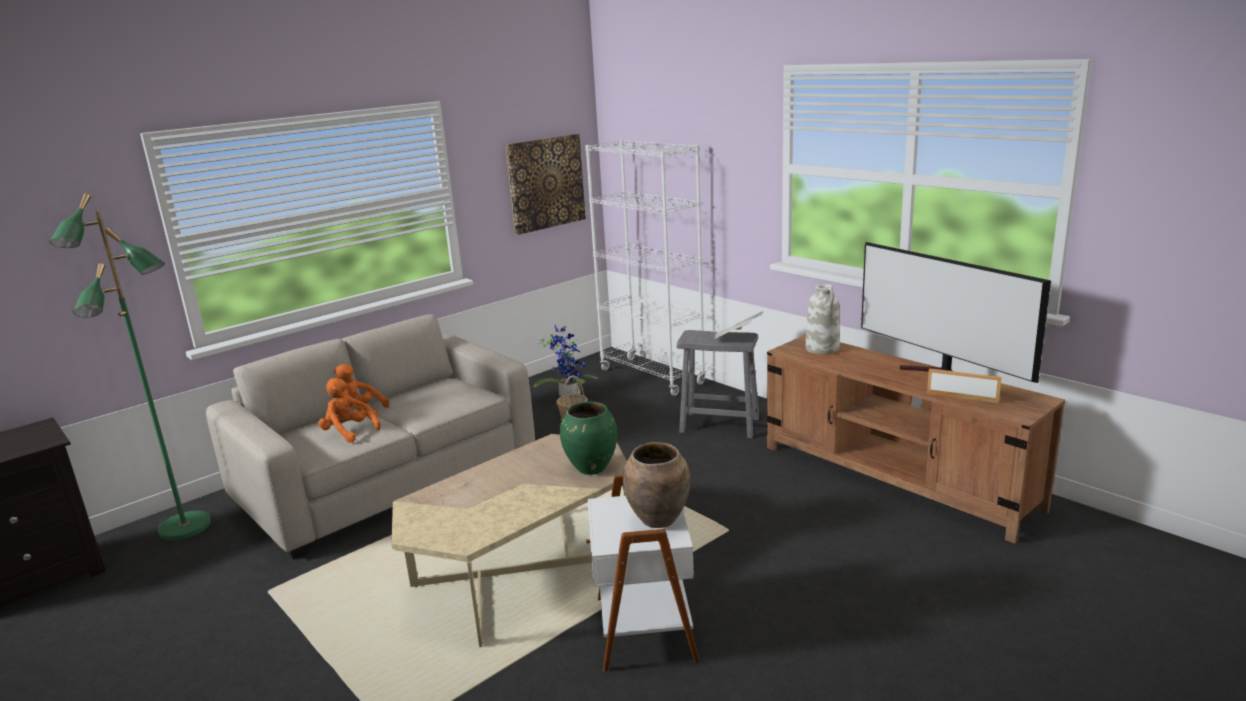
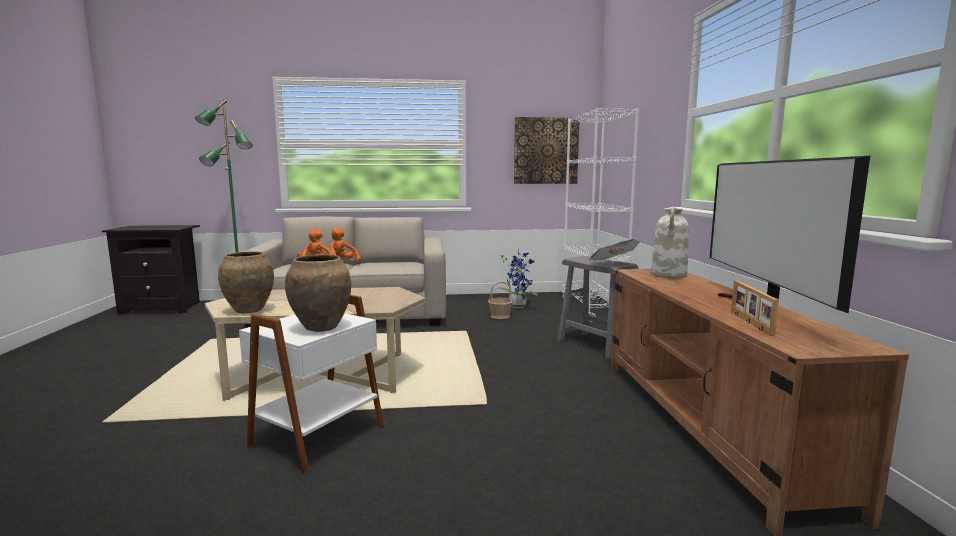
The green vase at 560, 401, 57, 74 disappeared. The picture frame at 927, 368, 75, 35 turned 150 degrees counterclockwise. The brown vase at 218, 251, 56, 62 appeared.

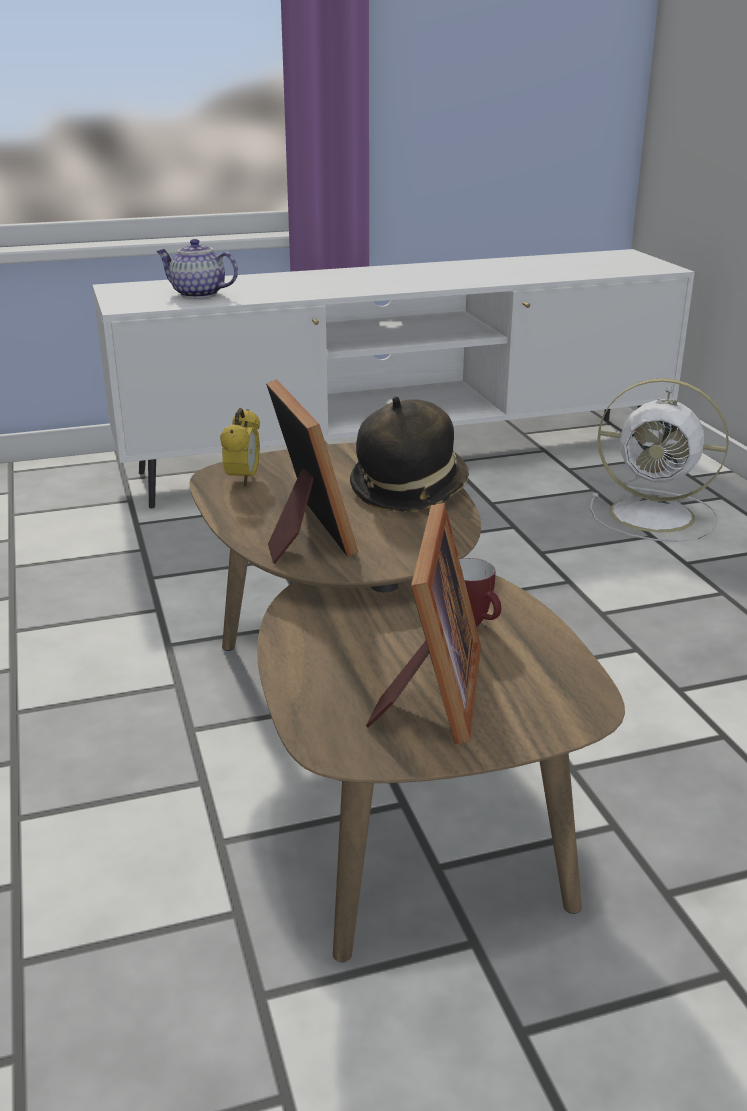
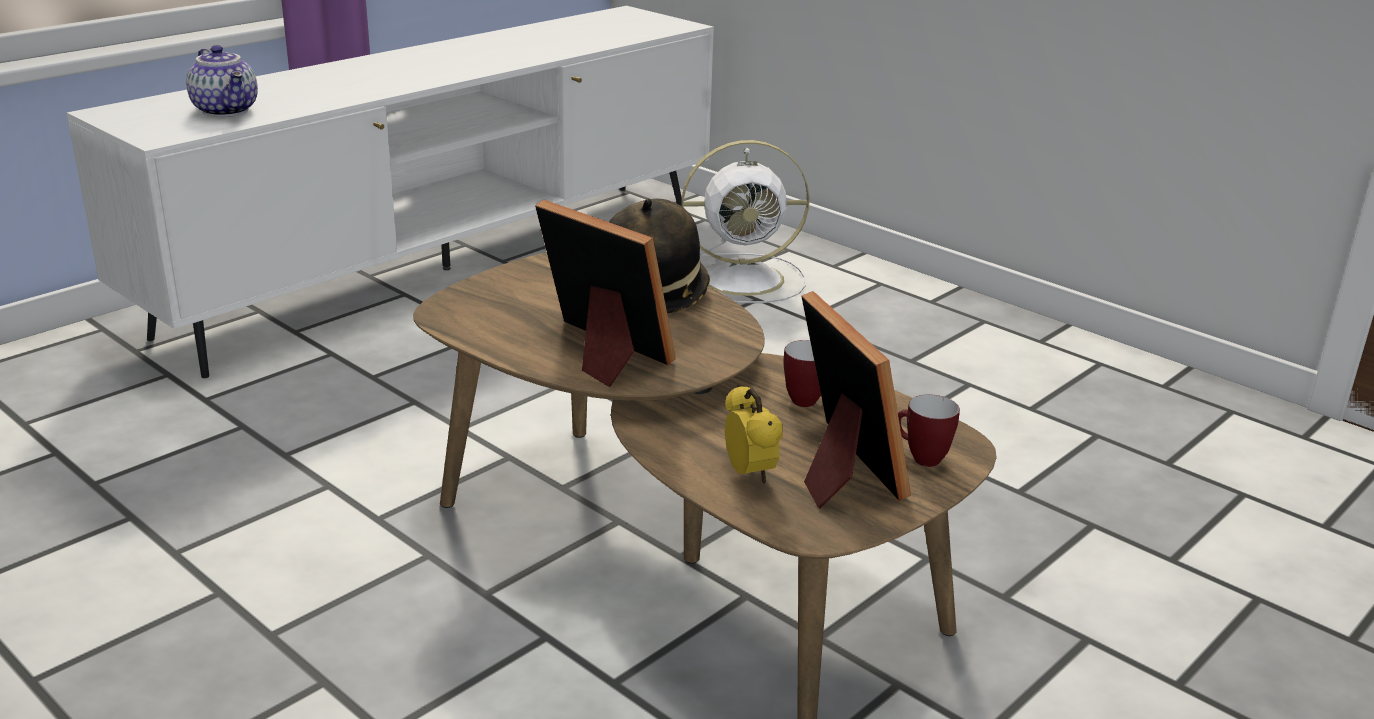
The teapot at 156, 239, 82, 60 turned 120 degrees counterclockwise. The alarm clock moved from 220, 408, 40, 78 to 724, 385, 59, 99. The mug at 898, 394, 62, 73 appeared.

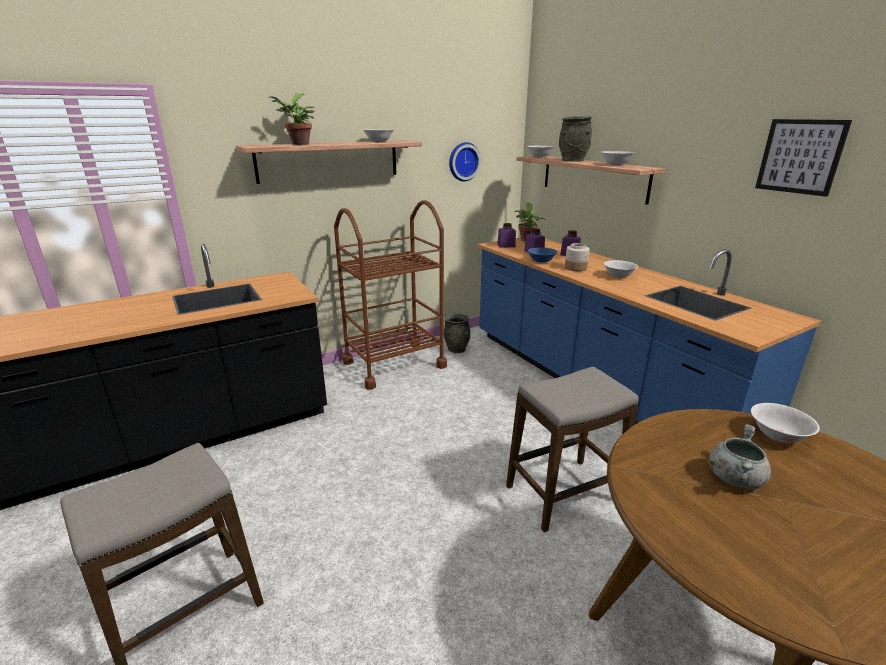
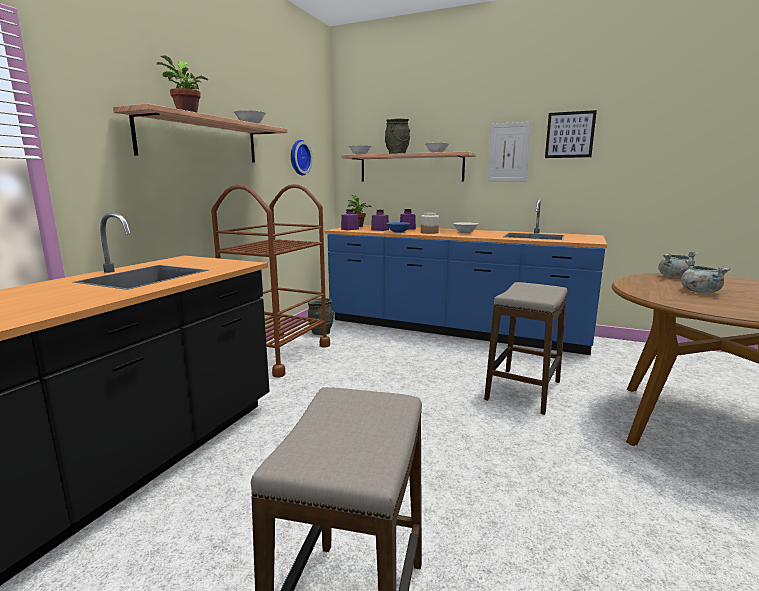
The white bowl at 751, 403, 69, 40 was replaced by the grey cooking pot at 658, 251, 39, 27. The picture at 488, 122, 44, 60 appeared.

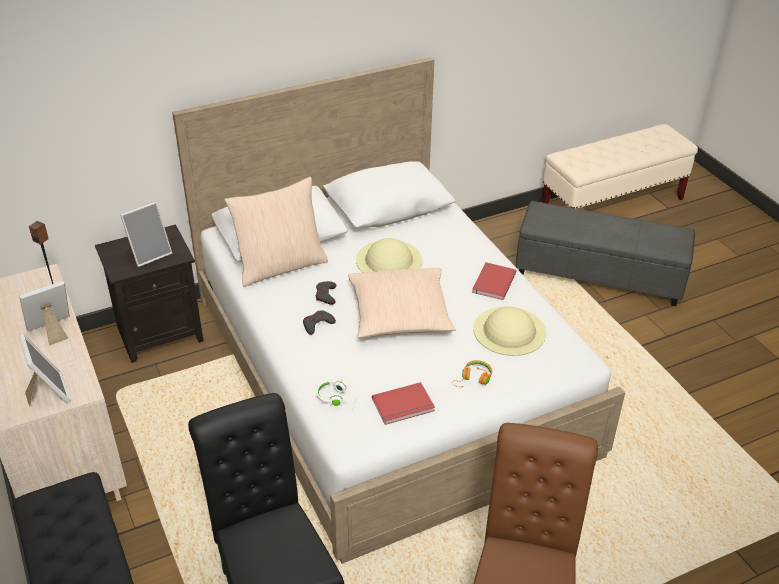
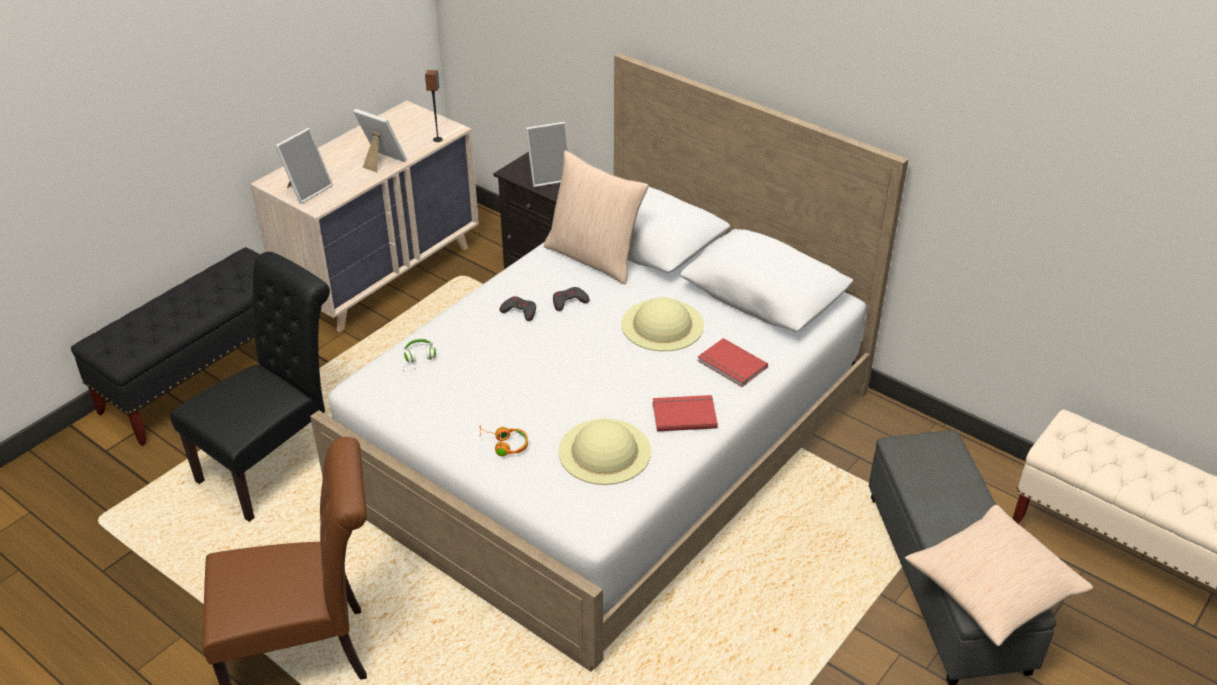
The picture frame at 120, 202, 52, 65 turned 45 degrees counterclockwise. The beige pillow moved from 348, 268, 108, 70 to 905, 505, 188, 141. The red book moved from 372, 382, 63, 43 to 698, 338, 70, 49.

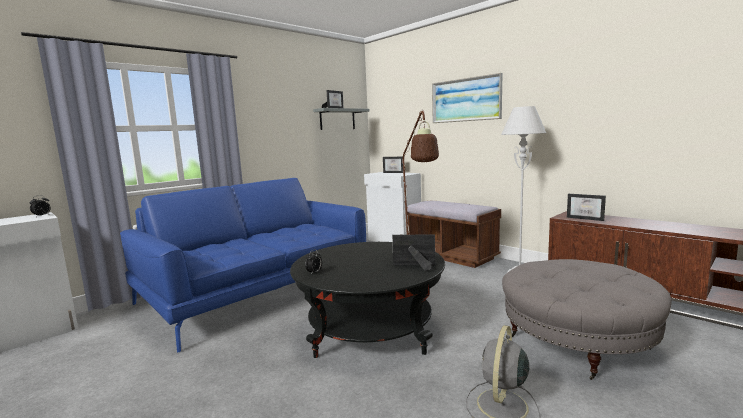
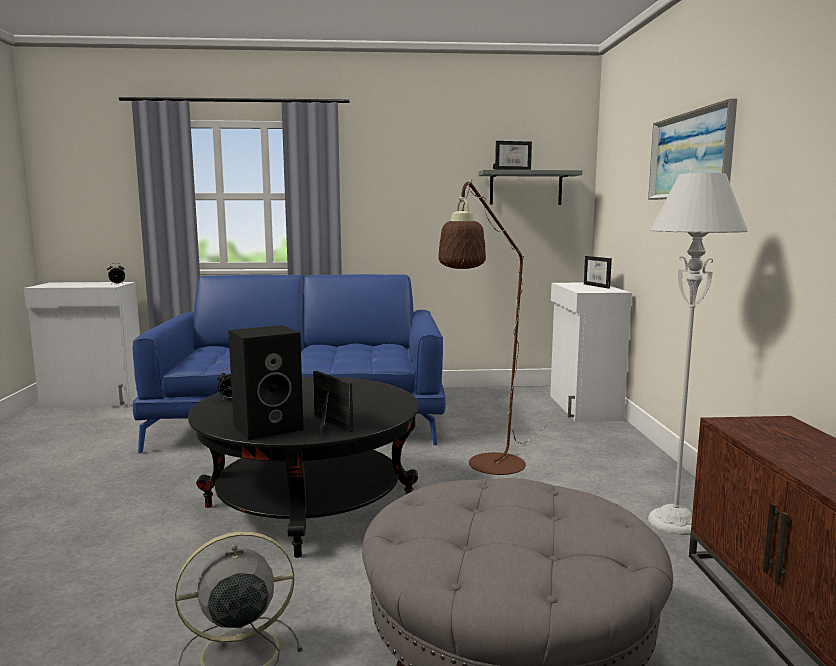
The brown bench at 407, 201, 94, 67 disappeared. The picture frame at 567, 194, 39, 27 disappeared. The black speaker at 228, 325, 76, 115 appeared.

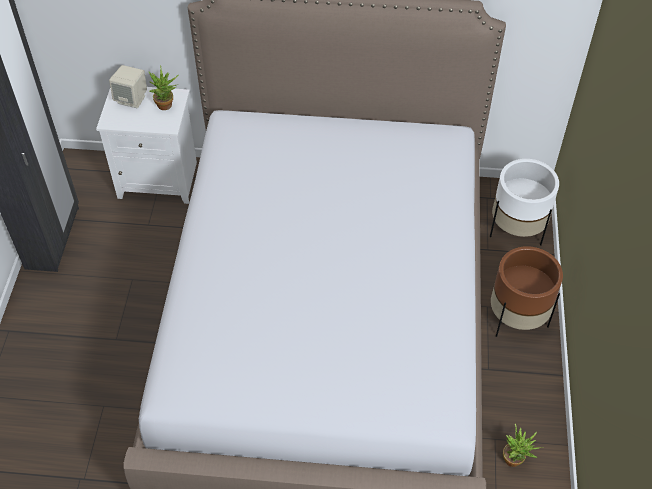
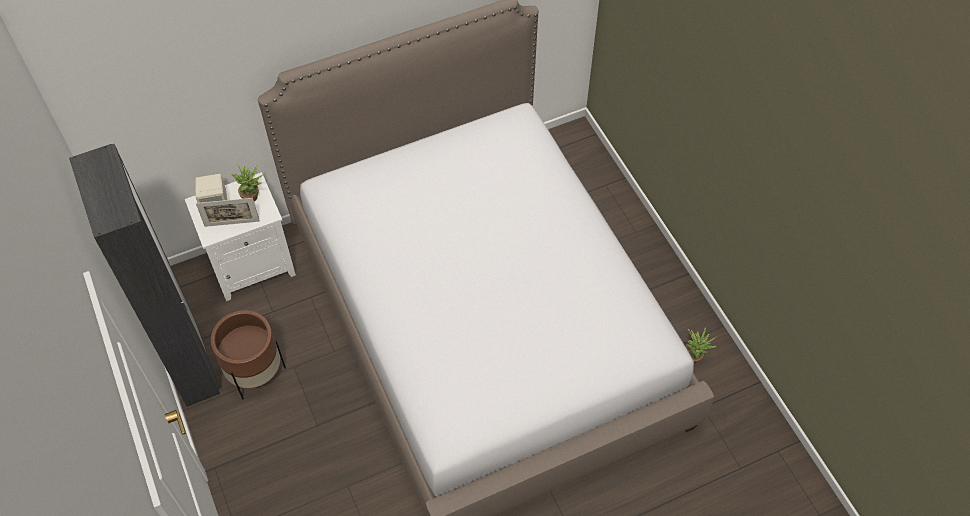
The white planter at 490, 159, 69, 87 disappeared. The brown planter moved from 491, 246, 72, 91 to 211, 310, 75, 89. The picture frame at 196, 198, 64, 29 appeared.

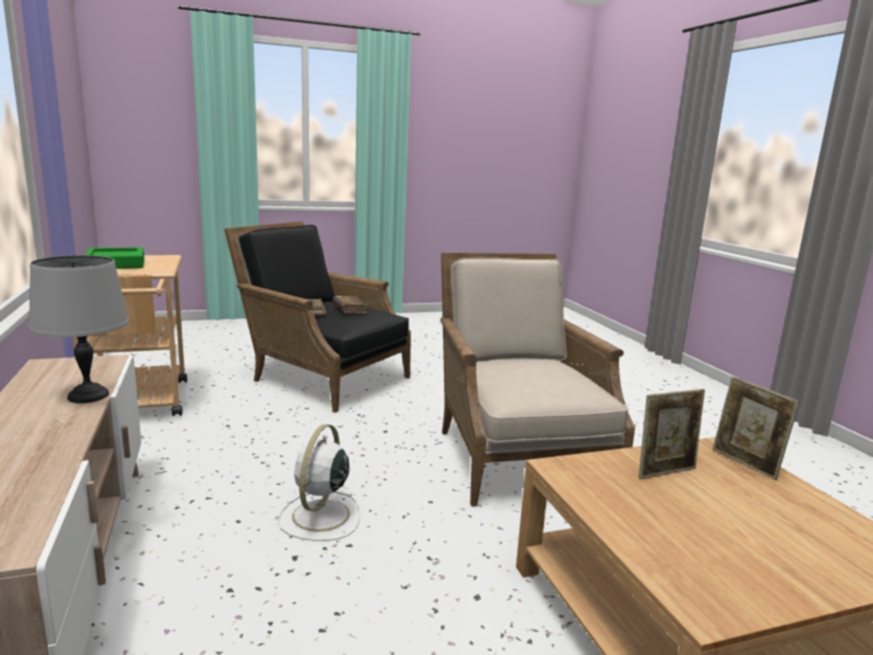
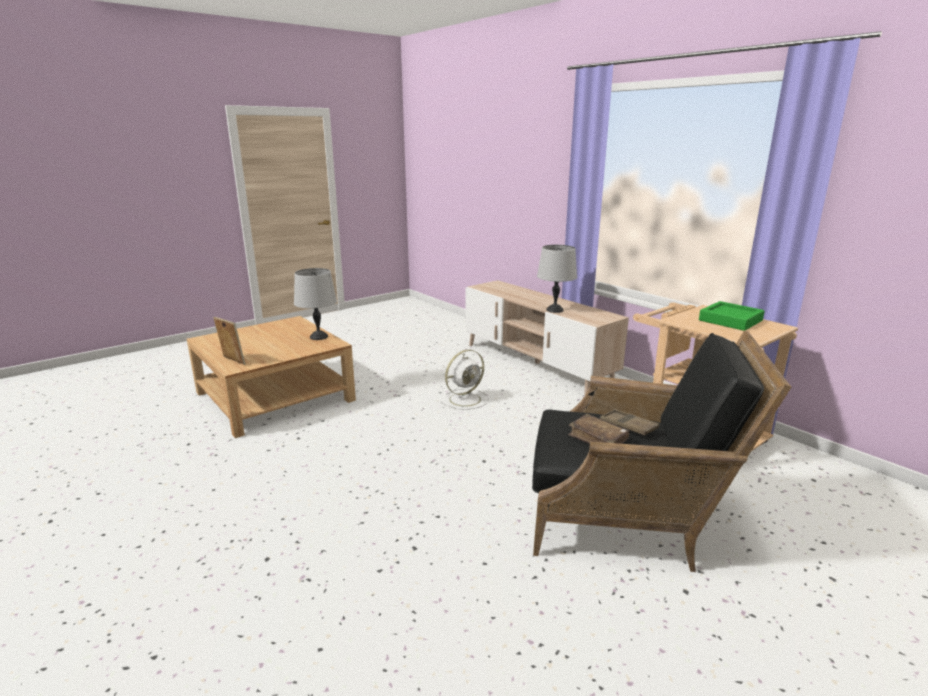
The white fan at 278, 424, 82, 117 turned 60 degrees clockwise. The beige armchair at 440, 253, 195, 254 disappeared. The picture frame at 639, 389, 66, 90 disappeared. The grey table lamp at 294, 268, 43, 72 appeared.

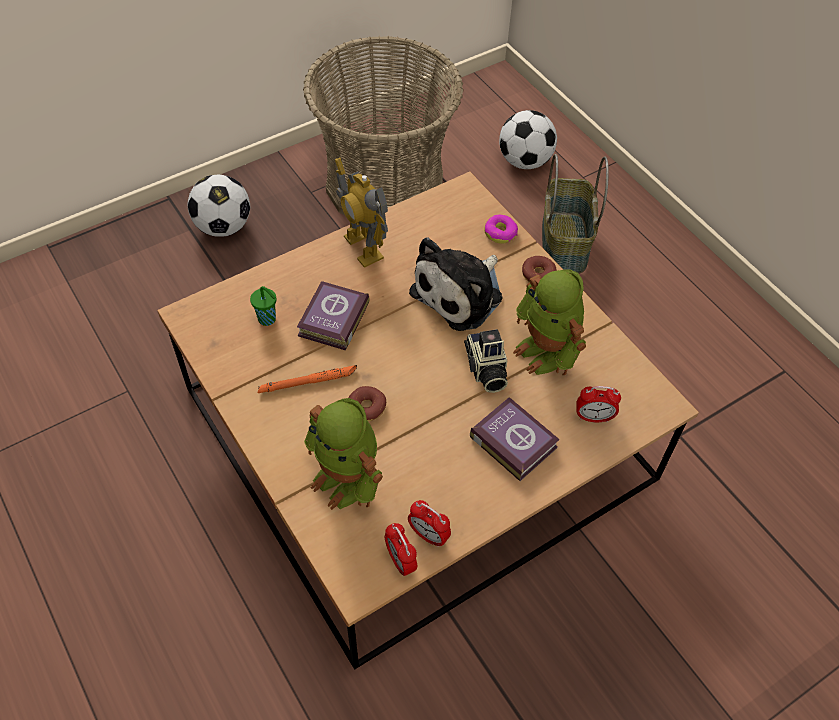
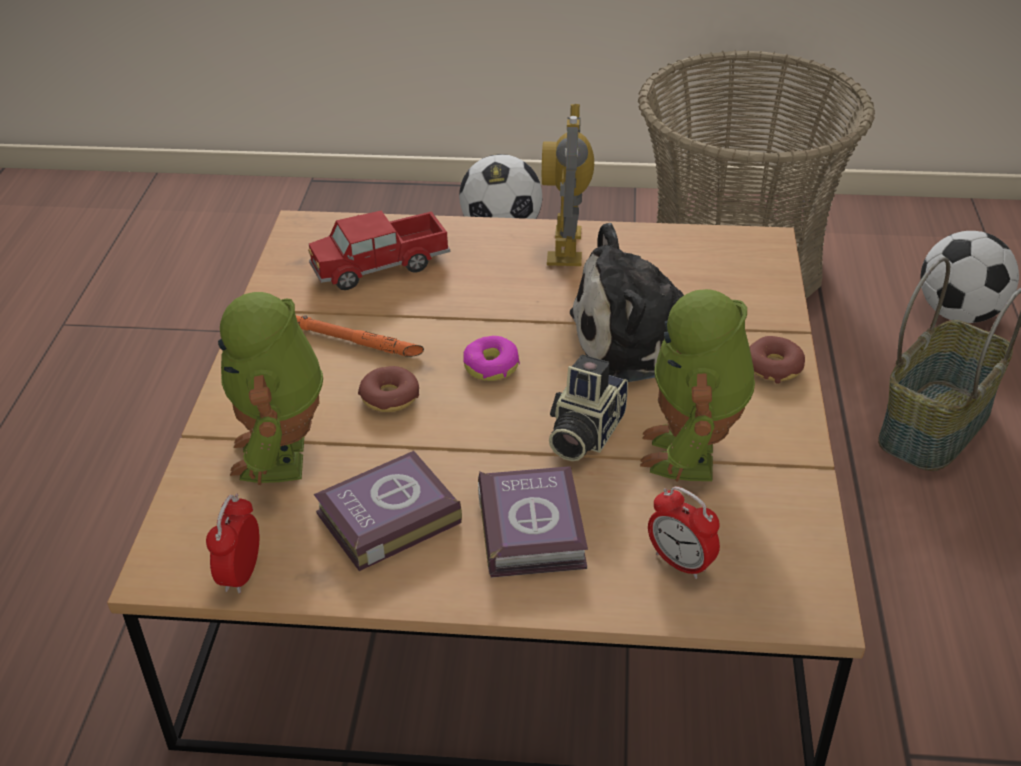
The green cup at 250, 286, 26, 40 was replaced by the toy truck at 308, 210, 142, 80. The book moved from 297, 281, 73, 70 to 314, 451, 148, 120. The alarm clock at 408, 500, 43, 47 disappeared. The donut moved from 485, 215, 33, 28 to 463, 336, 57, 45.

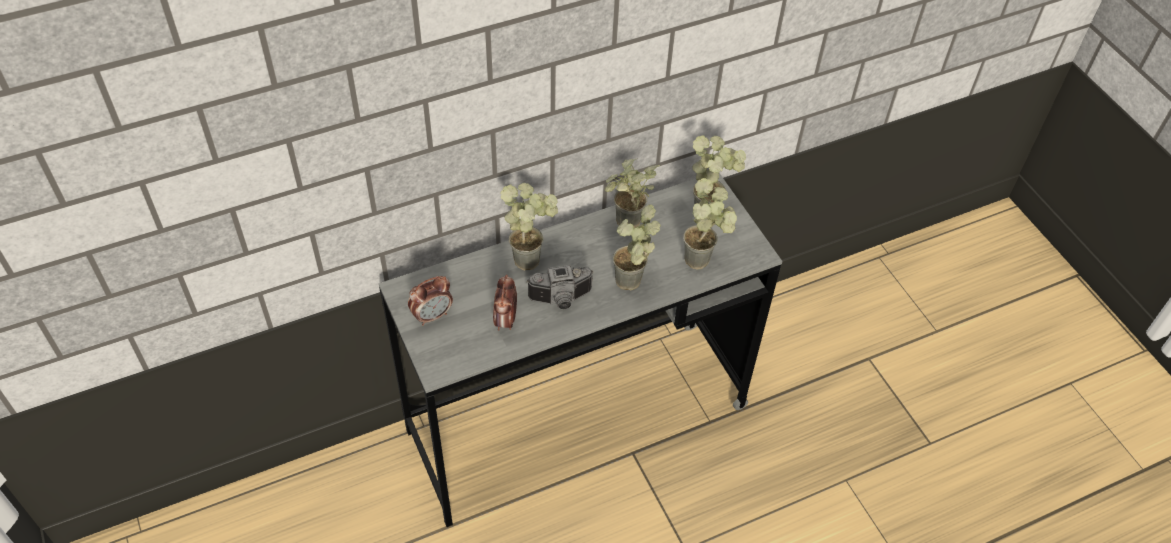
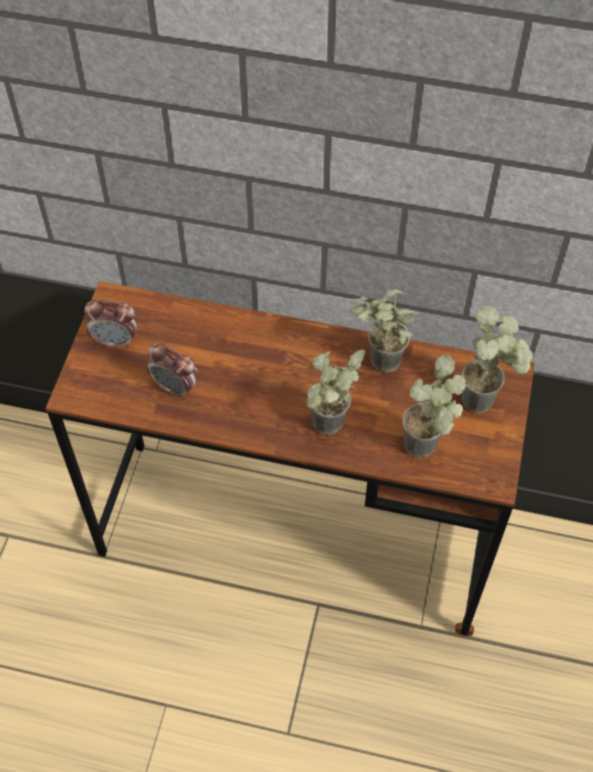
The grey desk at 379, 173, 403, 354 became the brown desk at 45, 281, 490, 355. The alarm clock at 493, 275, 24, 55 turned 105 degrees counterclockwise. The potted plant at 500, 183, 58, 88 disappeared. The photo camera at 526, 265, 68, 44 disappeared.

